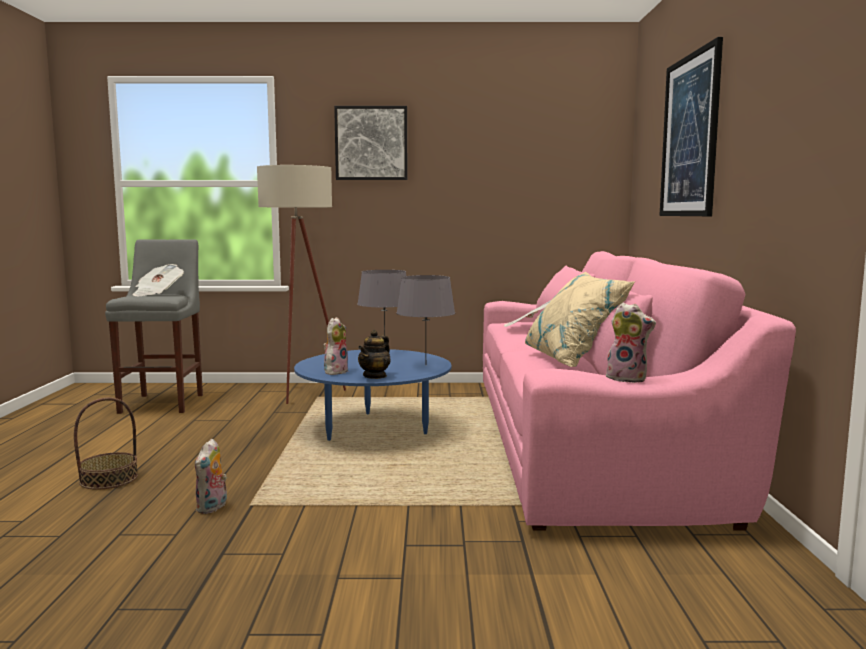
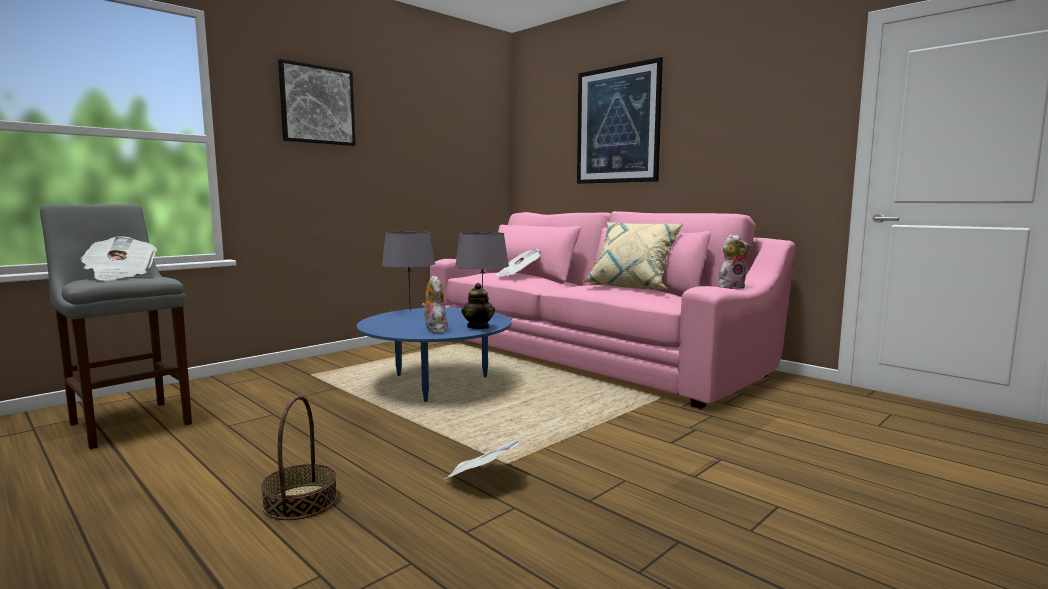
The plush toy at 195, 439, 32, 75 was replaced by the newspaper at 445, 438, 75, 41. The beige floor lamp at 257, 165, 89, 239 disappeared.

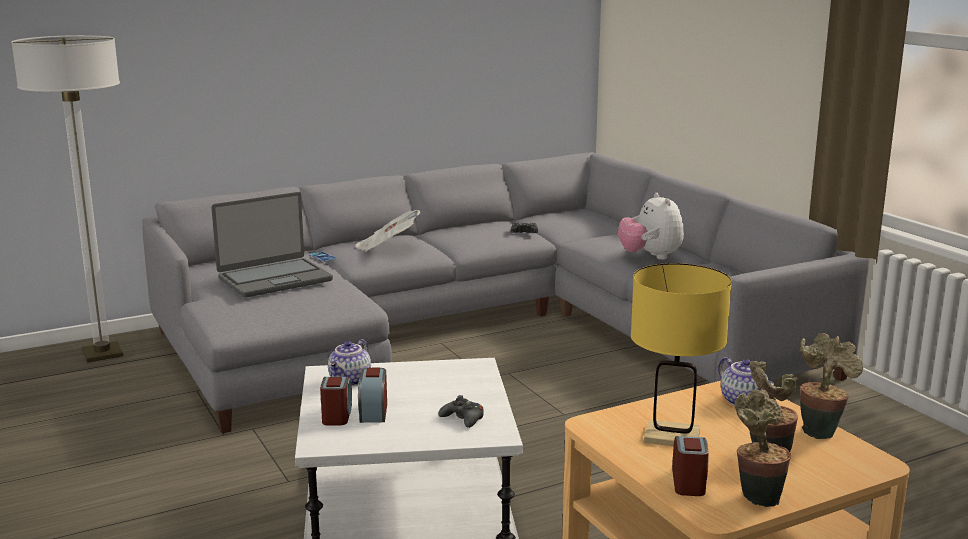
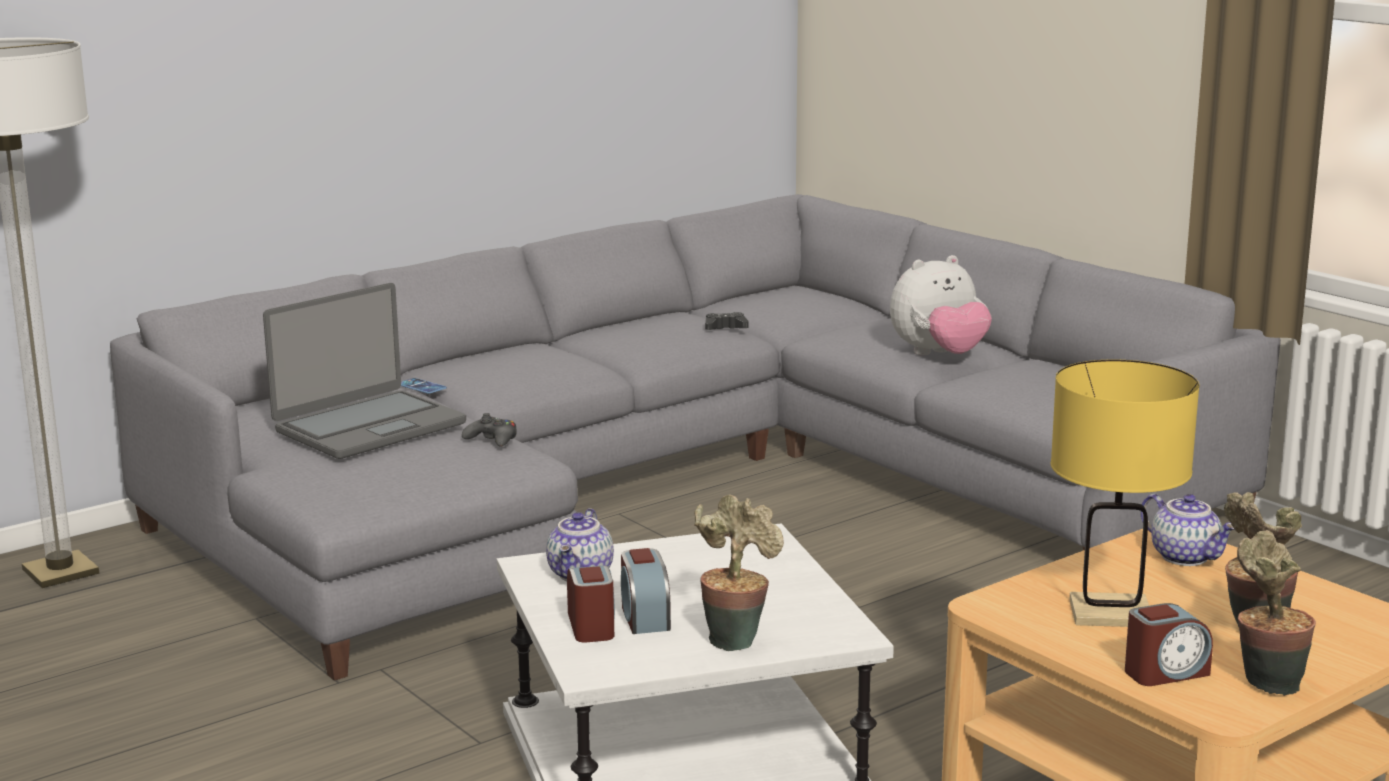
The newspaper at 355, 210, 66, 42 disappeared. The black game controller moved from 438, 395, 46, 33 to 462, 413, 55, 34. The plush toy at 618, 193, 66, 67 turned 90 degrees counterclockwise. The alarm clock at 672, 436, 37, 60 turned 75 degrees clockwise. The potted plant moved from 800, 333, 63, 106 to 694, 495, 90, 156.

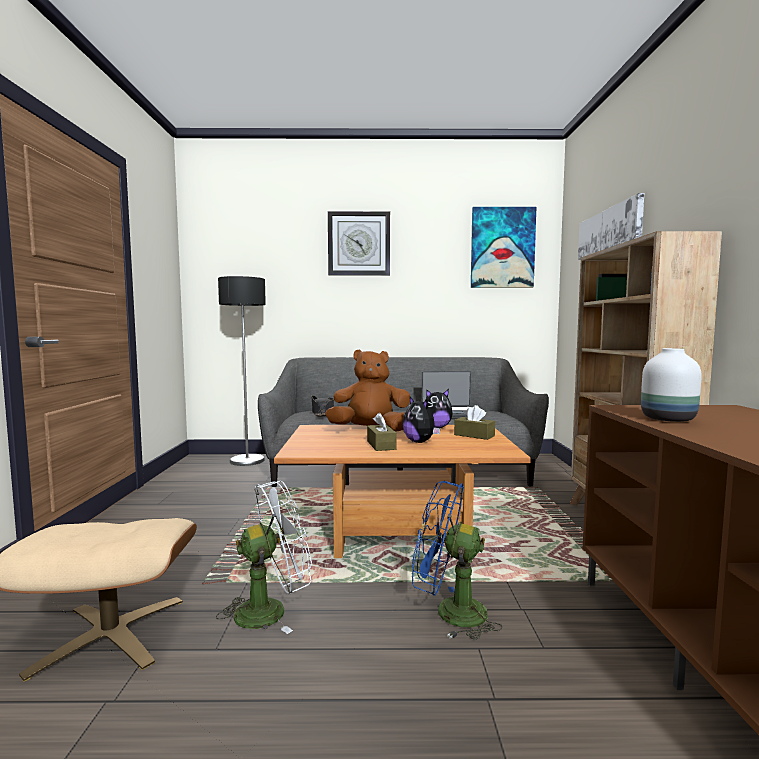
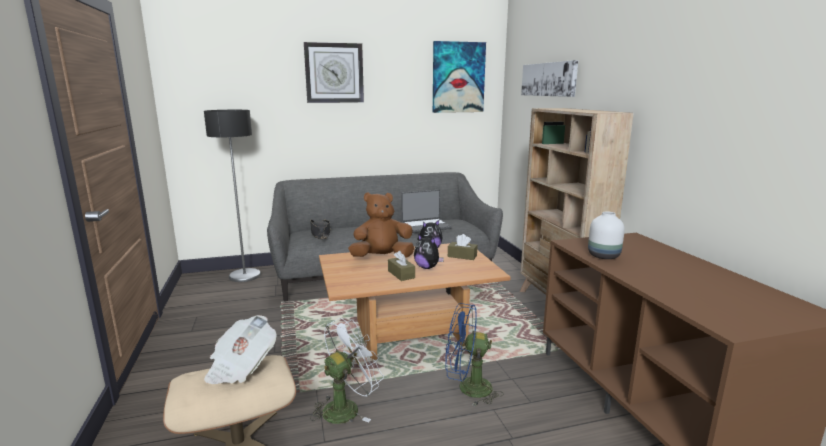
The newspaper at 204, 315, 72, 69 appeared.

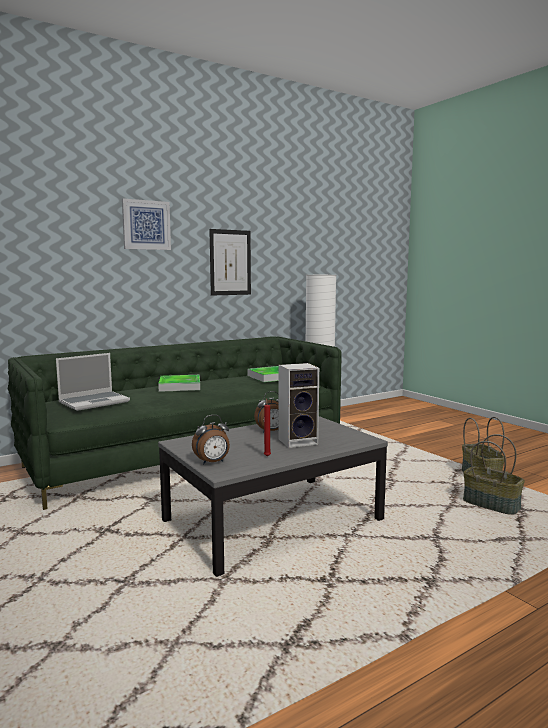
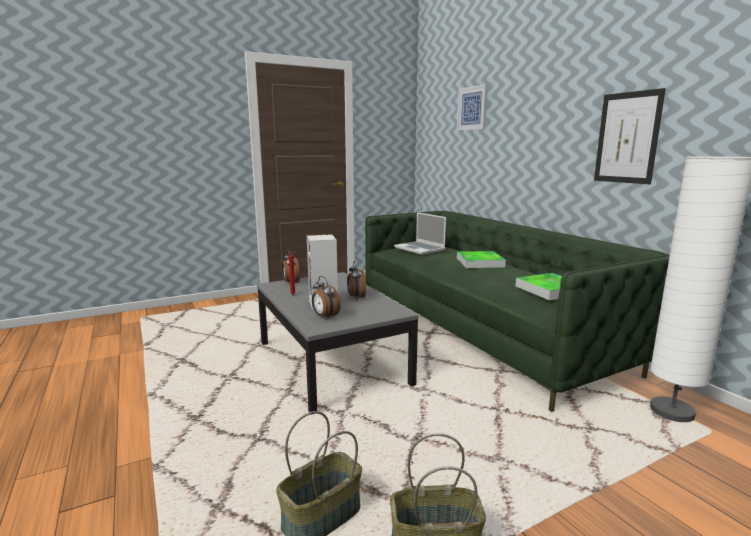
The picture moved from 122, 198, 49, 52 to 457, 84, 31, 47. The alarm clock at 312, 276, 29, 43 appeared.

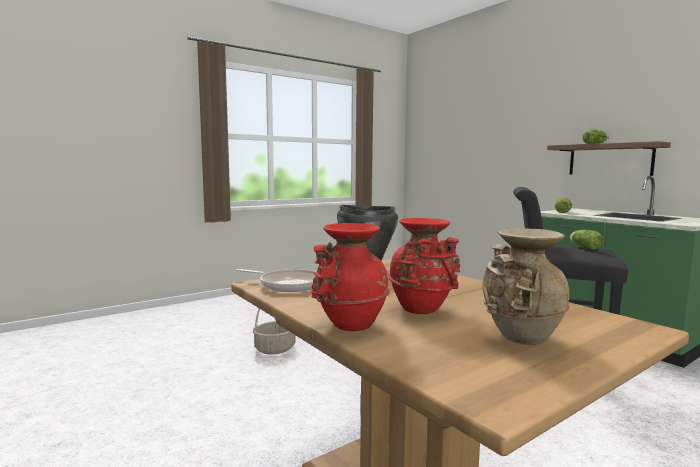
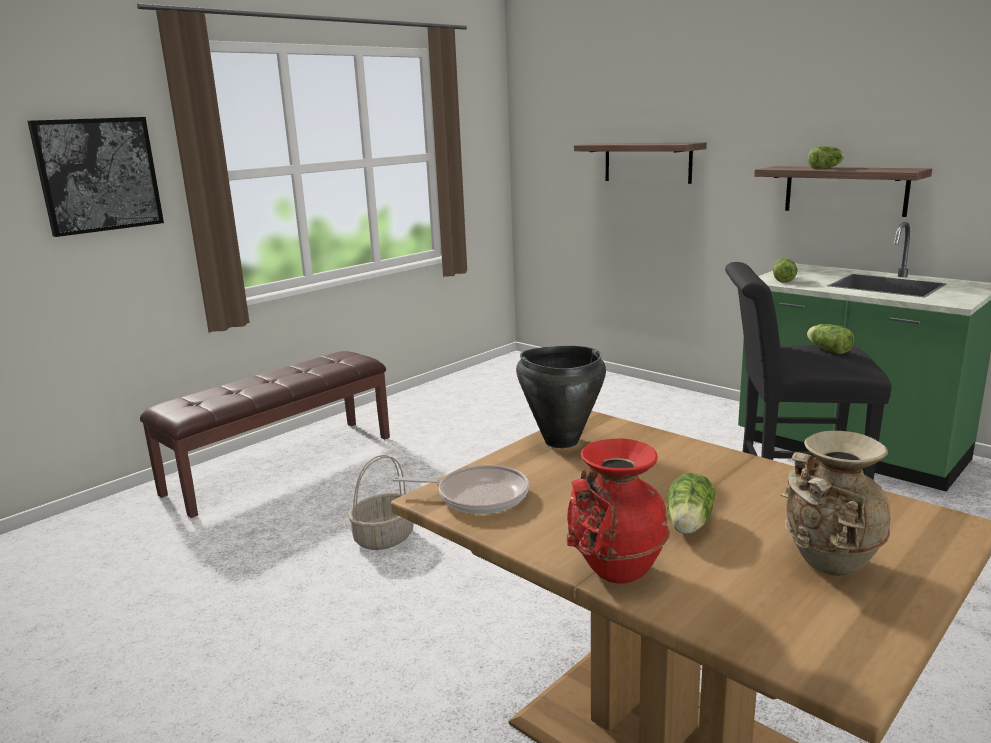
The red vase at 388, 218, 72, 96 was replaced by the lettuce at 667, 473, 48, 61. The picture at 28, 117, 136, 120 appeared. The brown bench at 140, 351, 250, 167 appeared. The shelf at 574, 143, 133, 41 appeared.

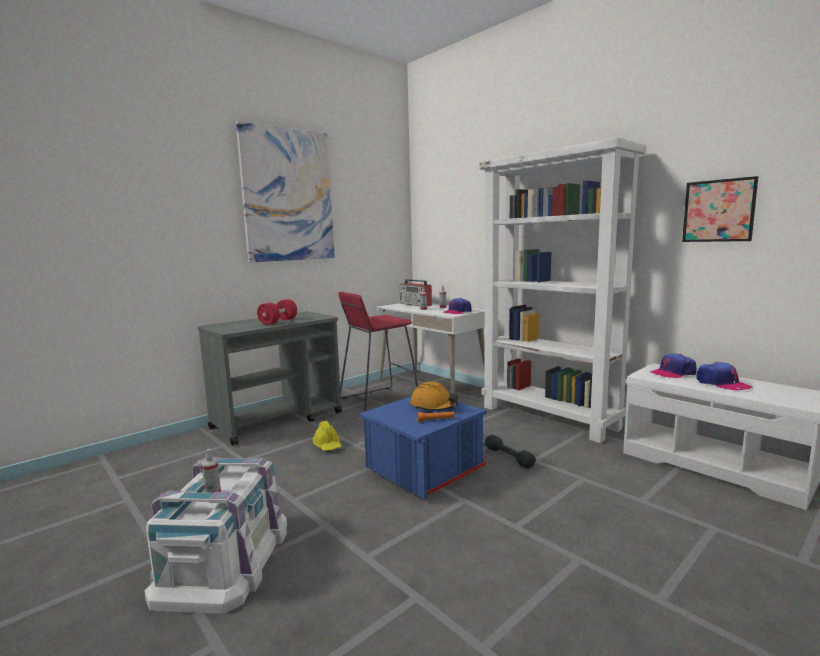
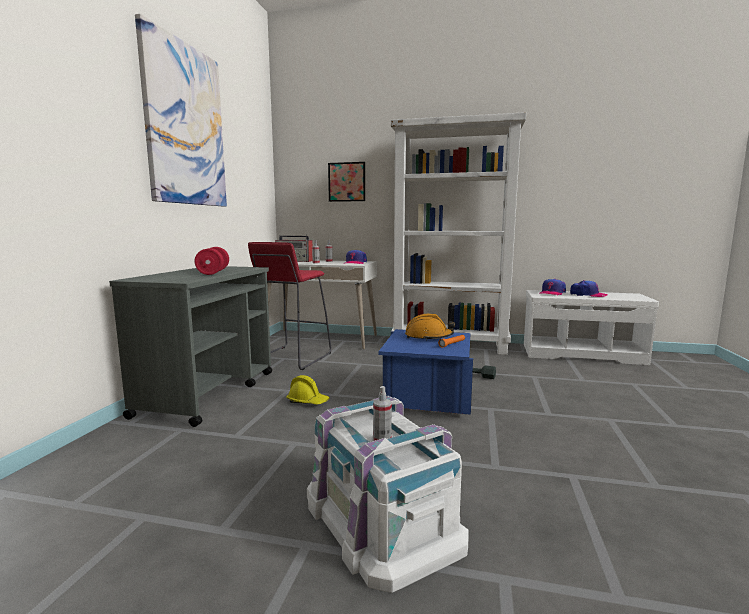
The picture moved from 682, 176, 76, 66 to 328, 162, 37, 40.

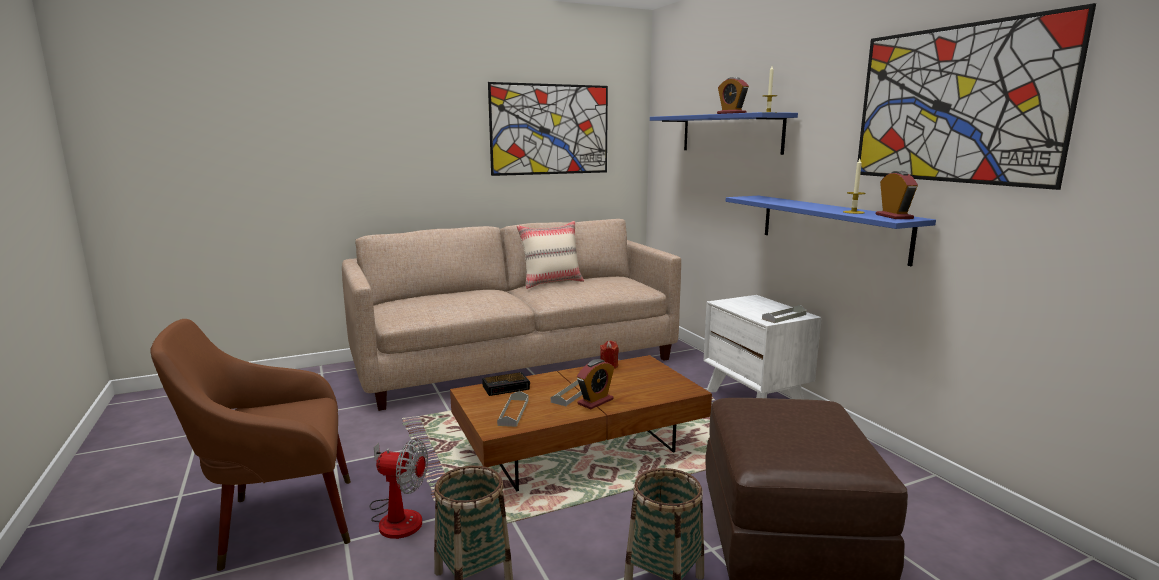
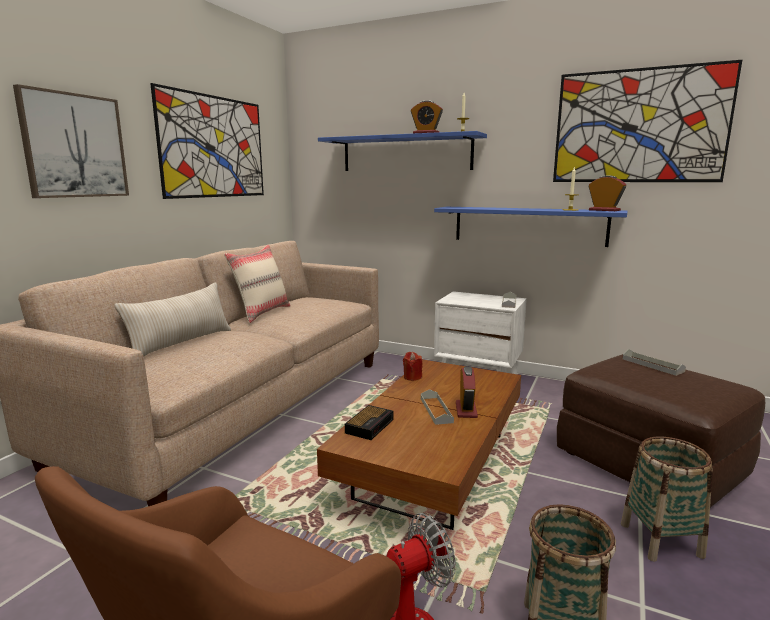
The grey tray moved from 497, 391, 32, 36 to 623, 349, 63, 27. The picture at 13, 84, 116, 114 appeared. The beige pillow at 114, 282, 117, 75 appeared.

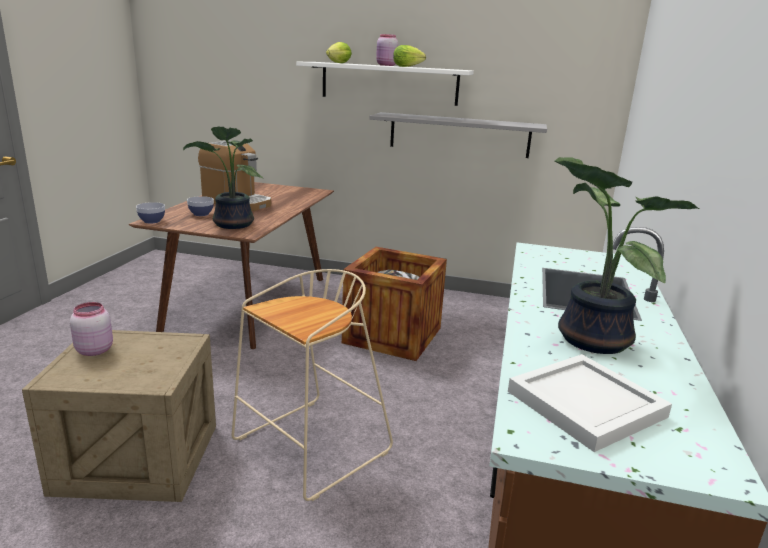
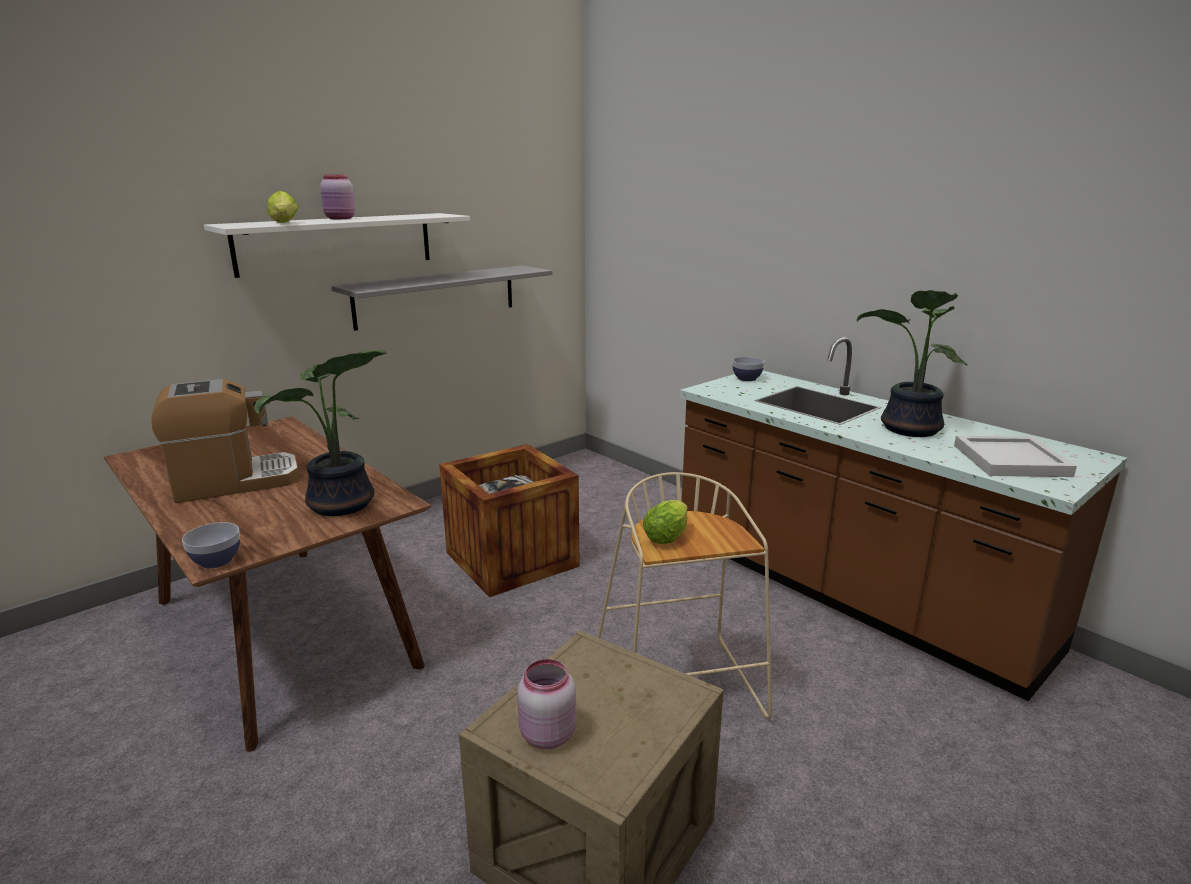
The bowl moved from 187, 196, 27, 20 to 732, 357, 33, 24. The lettuce moved from 393, 45, 33, 22 to 643, 500, 45, 44.

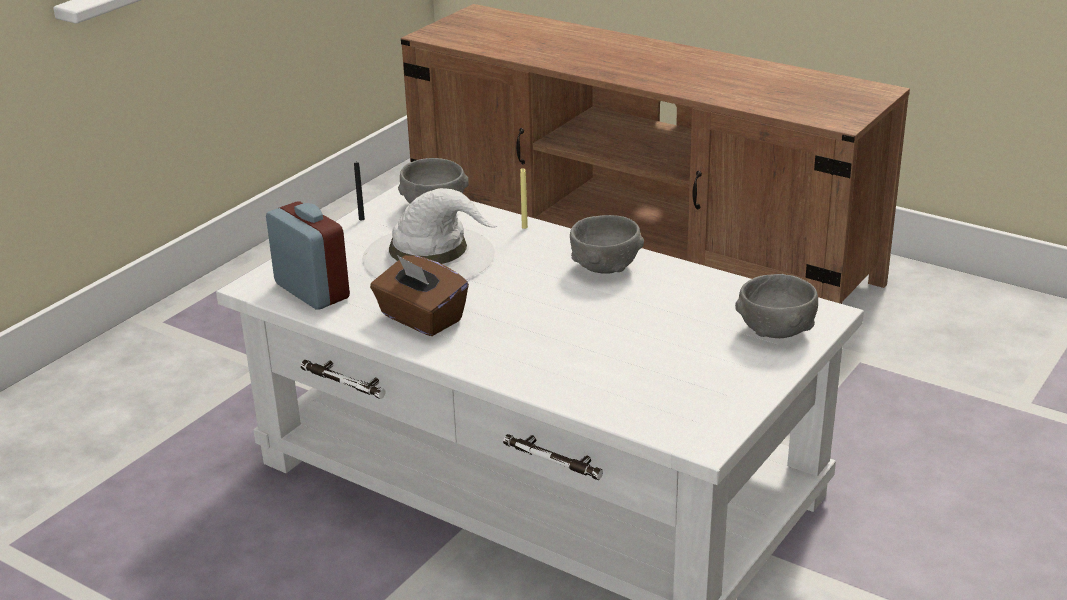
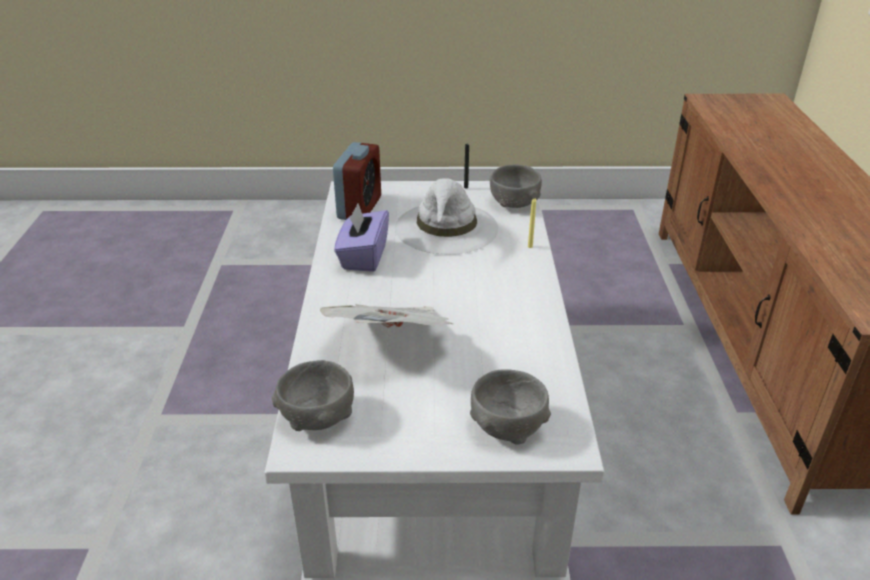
The brown tissue box at 370, 255, 99, 81 became the purple tissue box at 334, 204, 55, 68. The grey bowl moved from 570, 215, 74, 59 to 272, 360, 82, 71. The newspaper at 320, 304, 133, 23 appeared.

